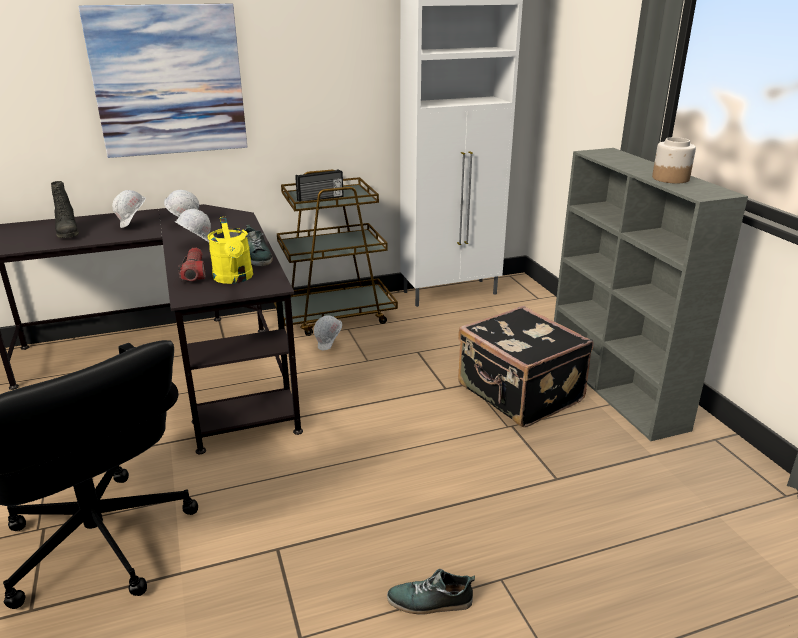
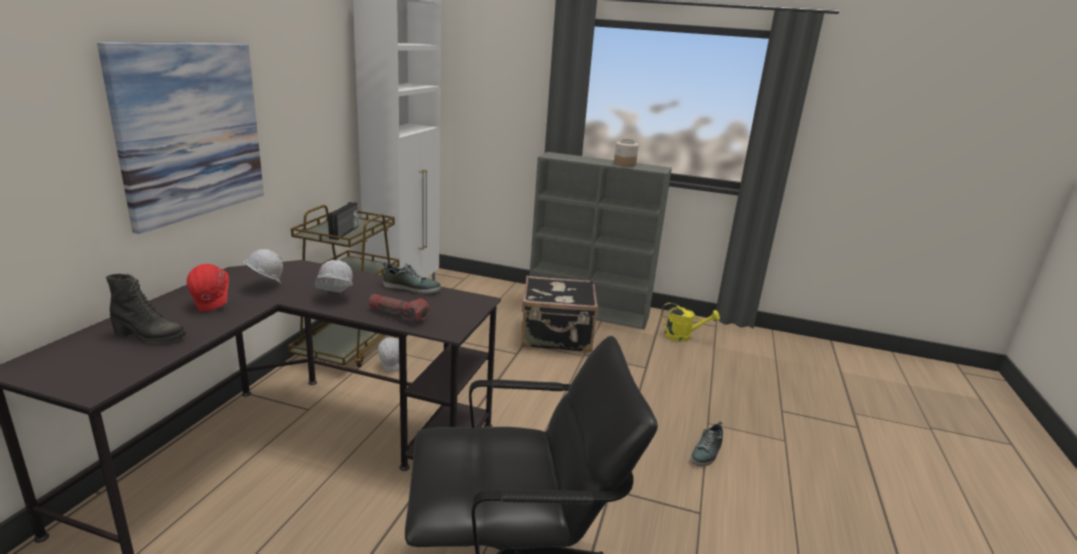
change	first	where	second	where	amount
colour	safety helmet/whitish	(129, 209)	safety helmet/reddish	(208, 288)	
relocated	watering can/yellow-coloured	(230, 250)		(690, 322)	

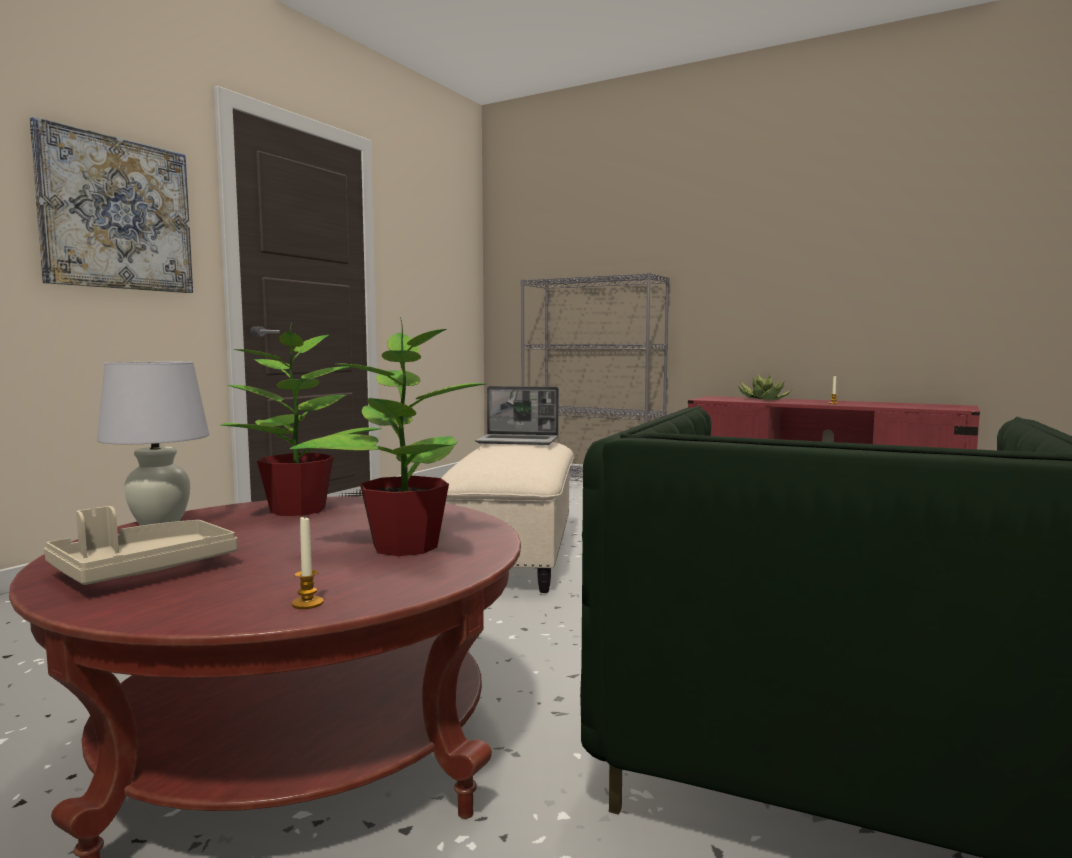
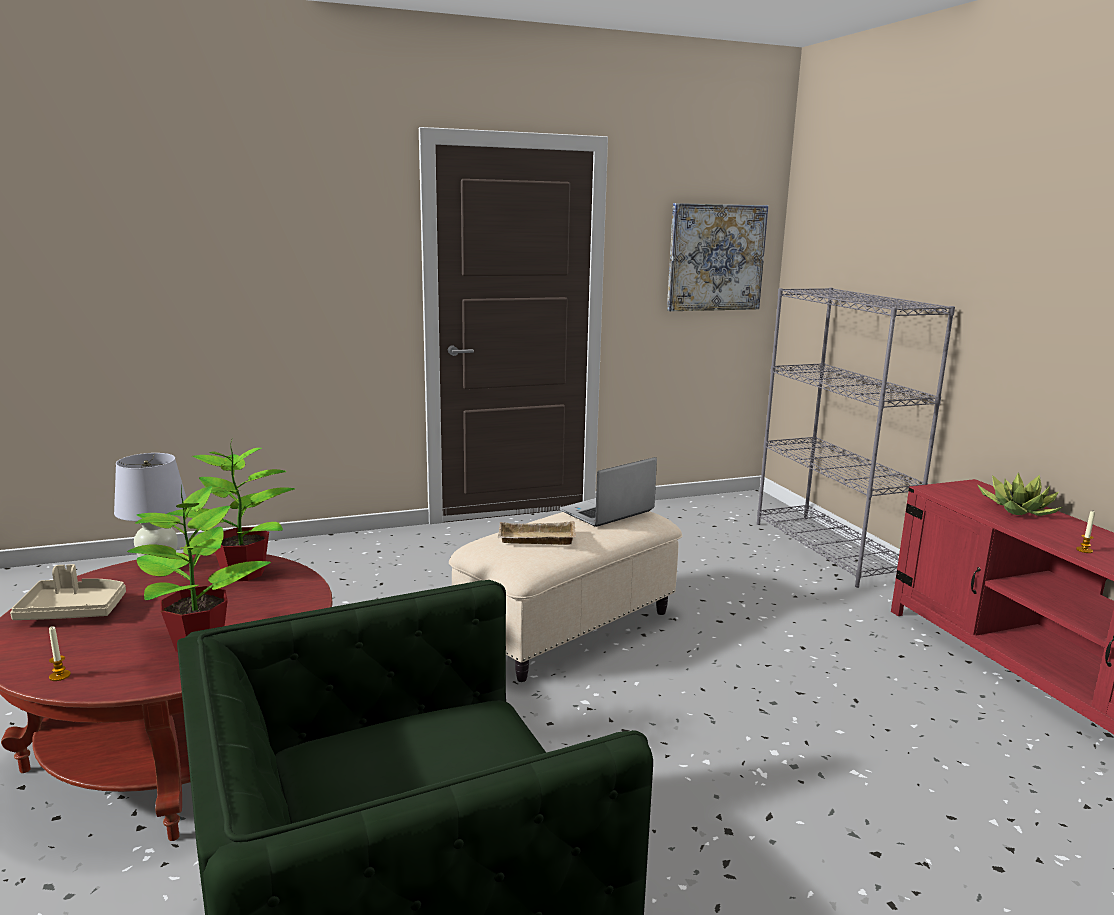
change	first	where	second	where	amount
relocated	wall picture	(111, 204)		(717, 257)	
spun	notebook computer	(517, 415)		(608, 492)	90 degrees clockwise
appeared			serving tray/beige-coloured	(537, 533)	

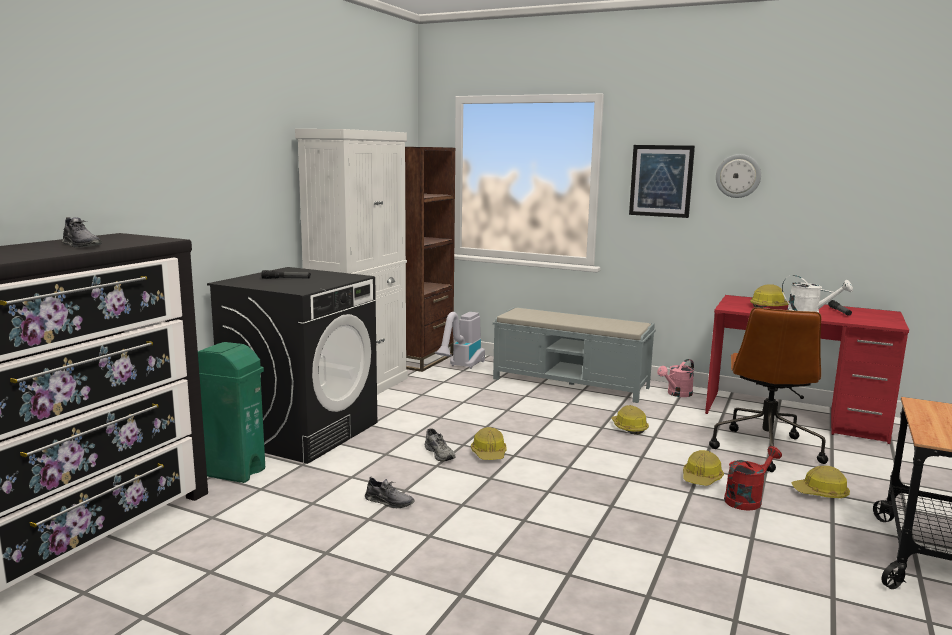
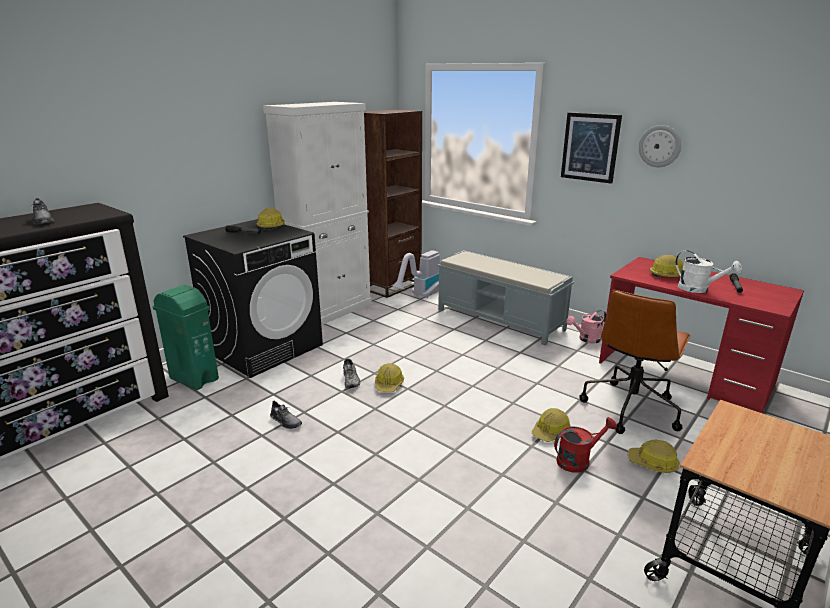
change	first	where	second	where	amount
relocated	safety helmet	(630, 419)		(271, 218)	

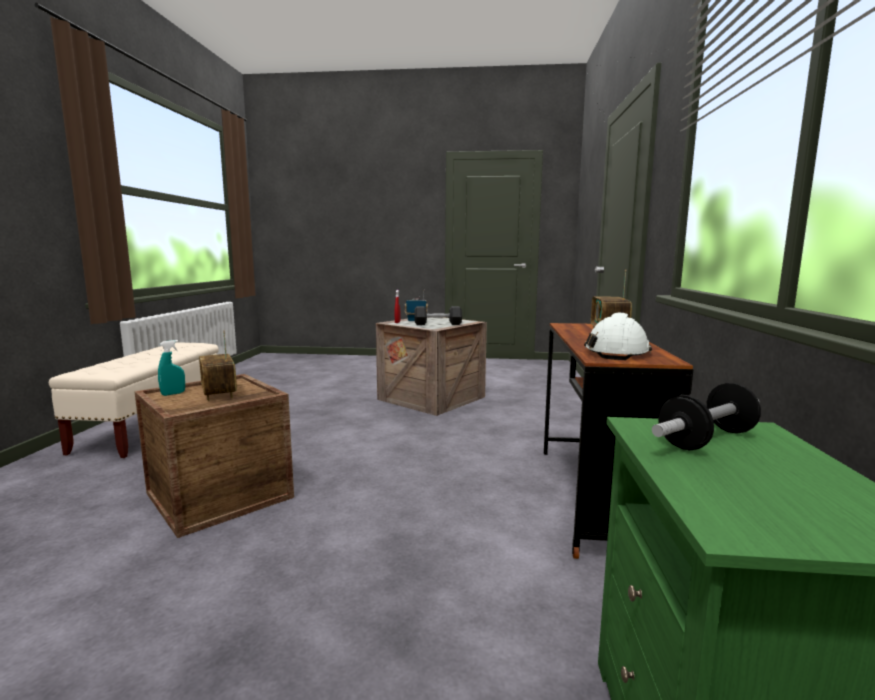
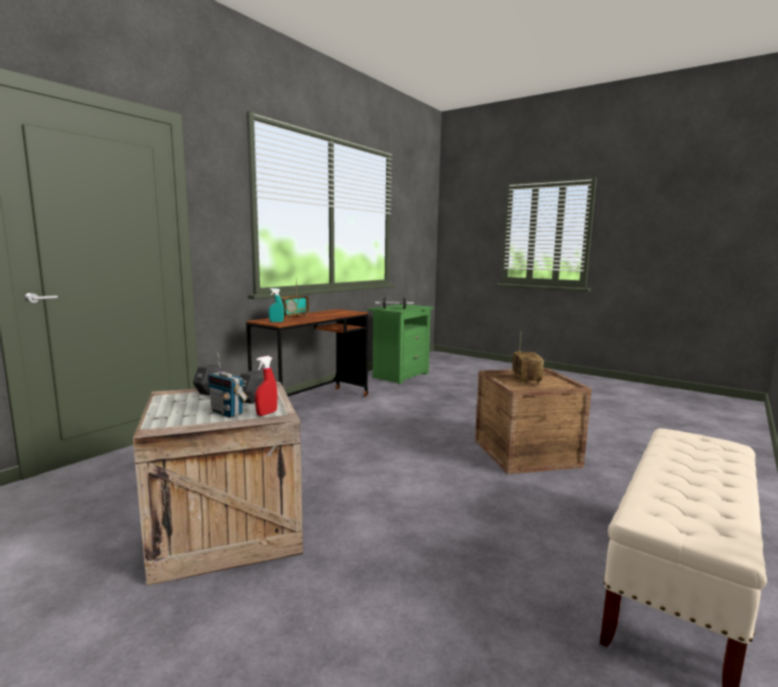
change	first	where	second	where	amount
missing	safety helmet/whitish	(618, 336)			
relocated	spray bottle/turquoise	(171, 368)		(276, 305)	

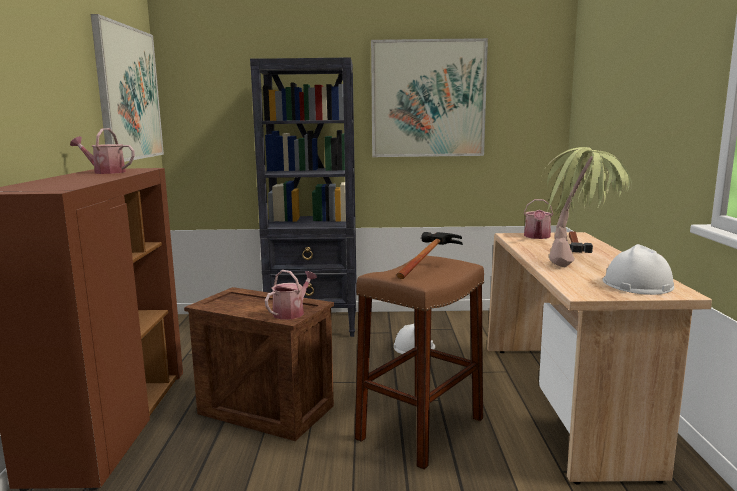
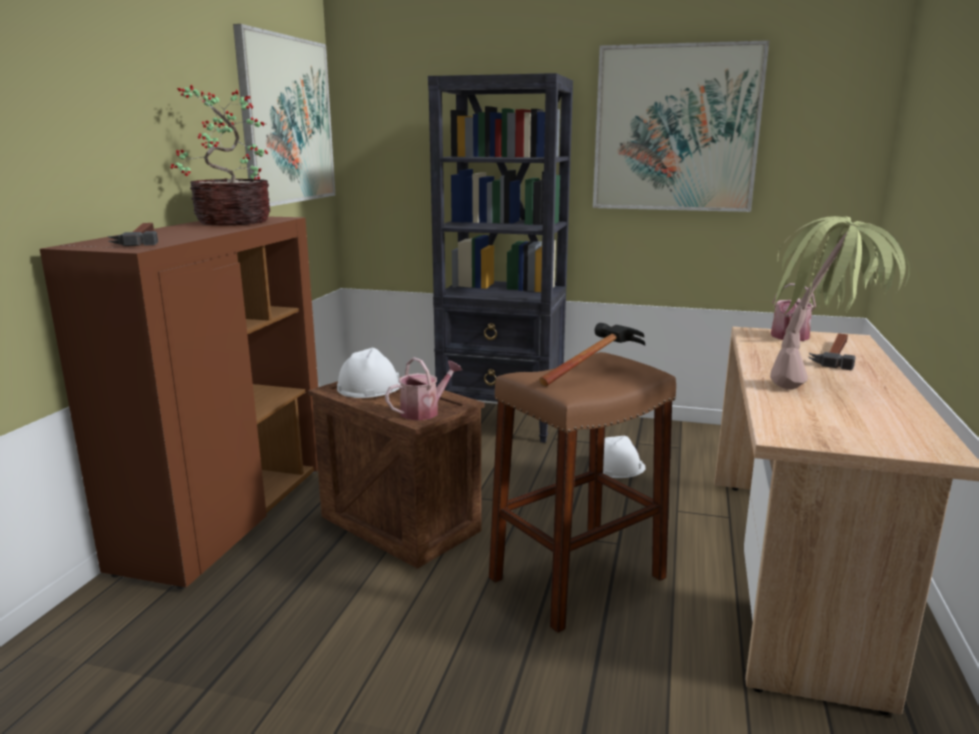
change	first	where	second	where	amount
exchanged	watering can	(102, 151)	plant in a pot	(220, 155)	
relocated	safety helmet/whitish	(638, 269)		(368, 373)	
appeared			hammer	(133, 234)	

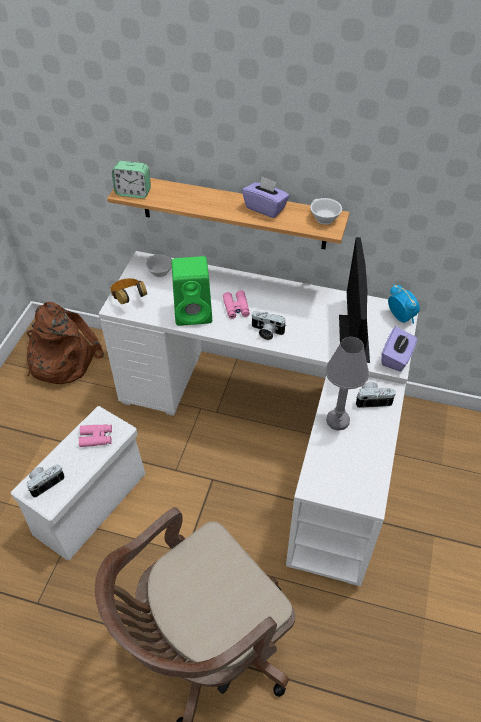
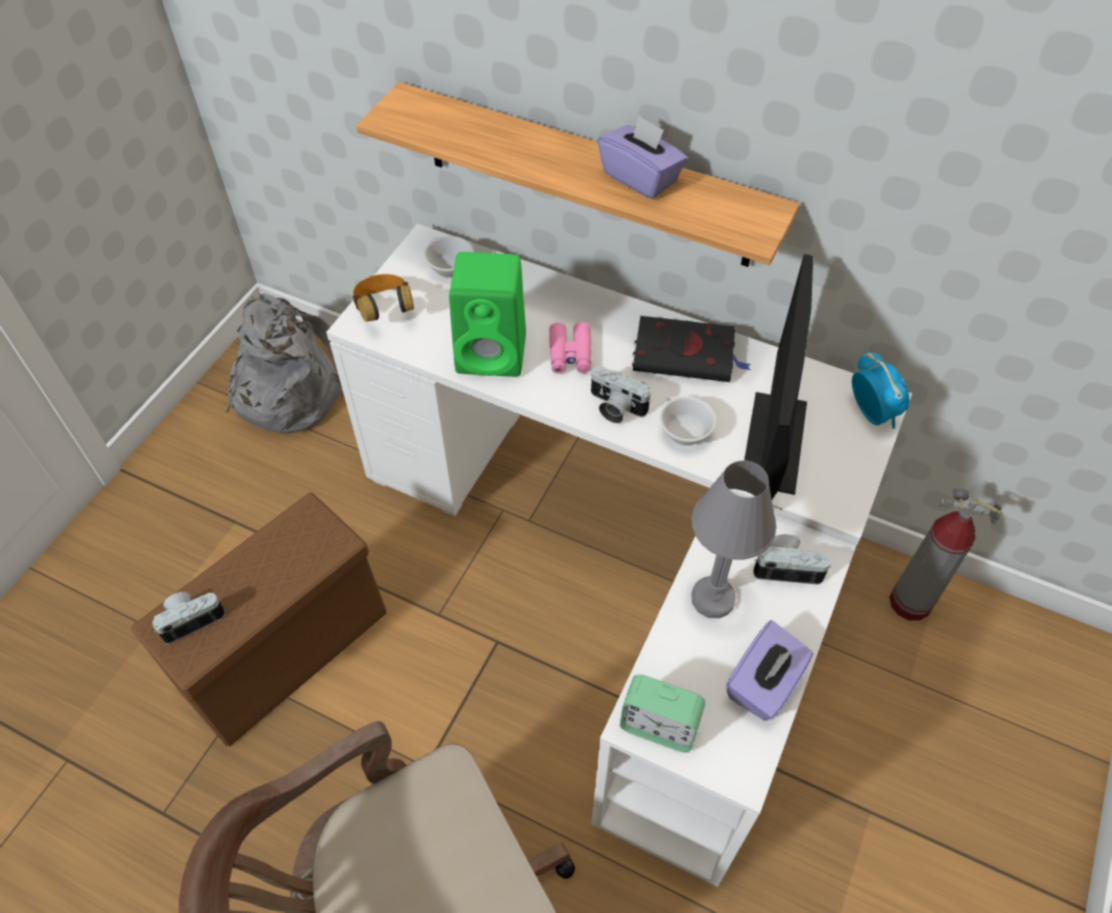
change	first	where	second	where	amount
relocated	table clock	(131, 180)		(663, 713)	
relocated	cup/whitish	(326, 211)		(688, 420)	
colour	knapsack/brown-coloured	(65, 343)	knapsack/greyish	(284, 363)	
relocated	tissue holder/purple	(399, 349)		(769, 670)	
colour	storage box/whitish	(78, 483)	storage box/brown-coloured	(259, 619)	
missing	binoculars/pinkish	(95, 435)			
appeared			volume/blackish	(691, 349)	
appeared			fire-fighting cylinder	(946, 554)	

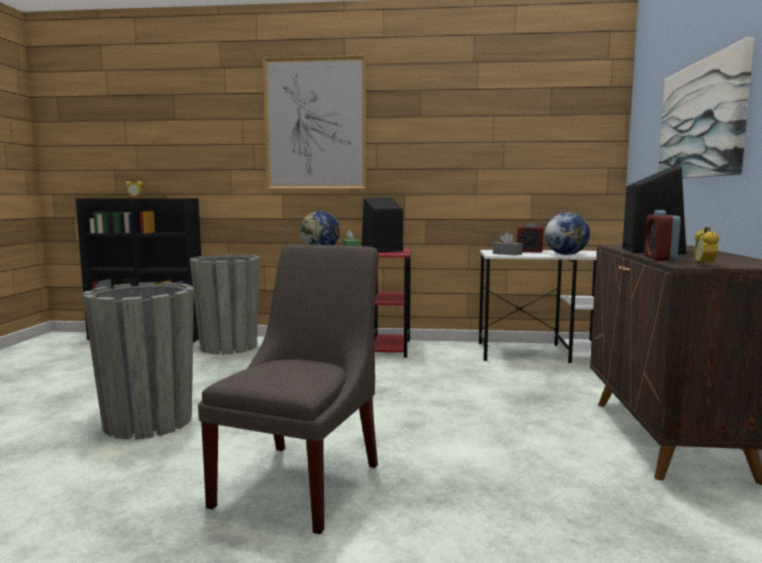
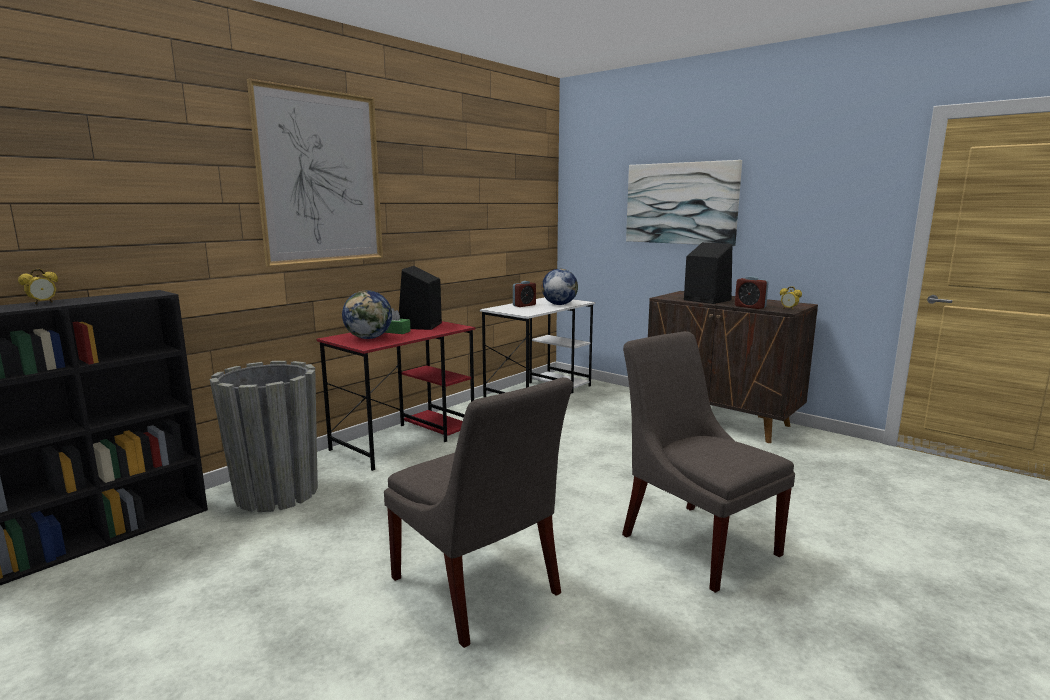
change	first	where	second	where	amount
missing	tissue holder/greyish	(507, 244)			
exchanged	planter/greyish	(138, 361)	chair/greyish	(478, 512)	

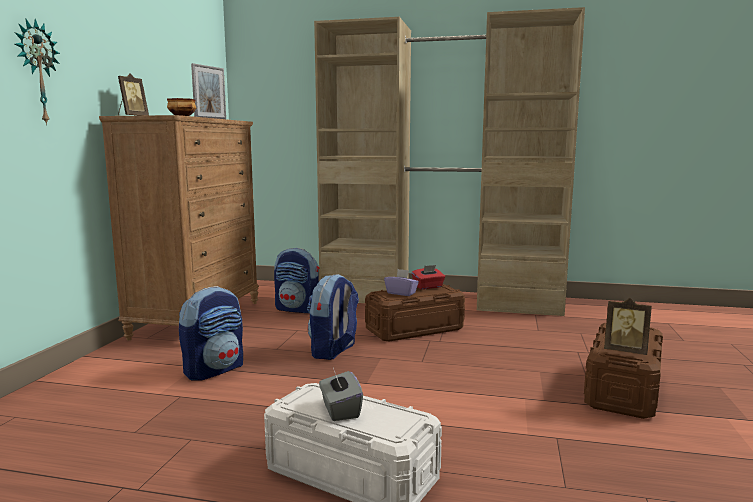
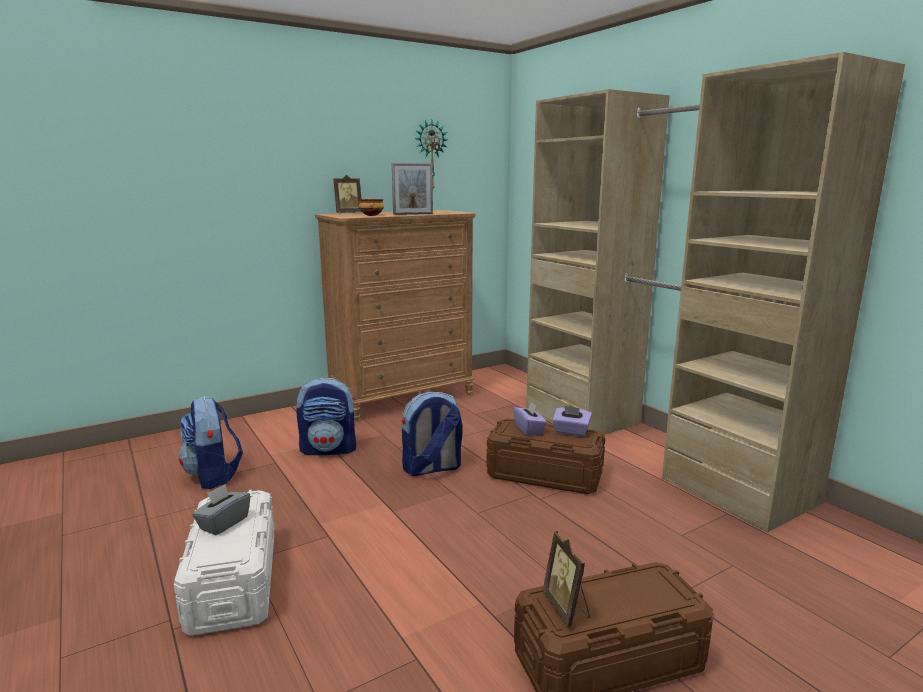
change	first	where	second	where	amount
relocated	clock on the wall	(37, 71)		(431, 154)	
relocated	knapsack	(296, 281)		(211, 442)	
colour	tissue holder/reddish	(428, 277)	tissue holder/purple	(572, 421)	

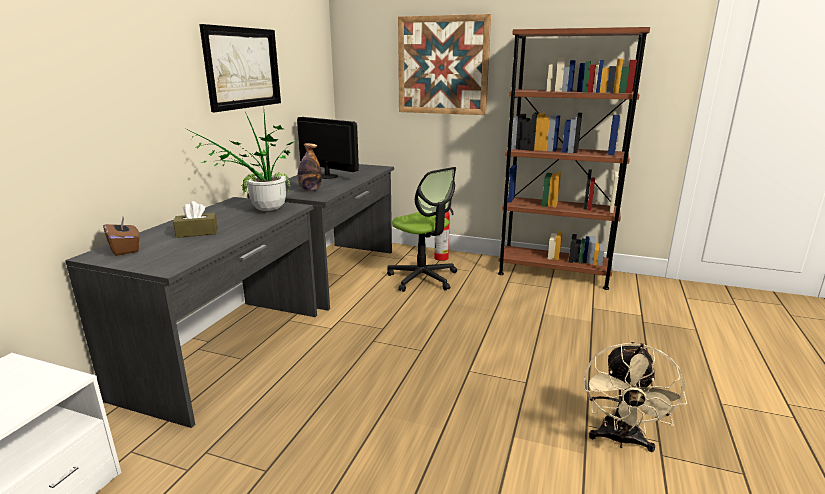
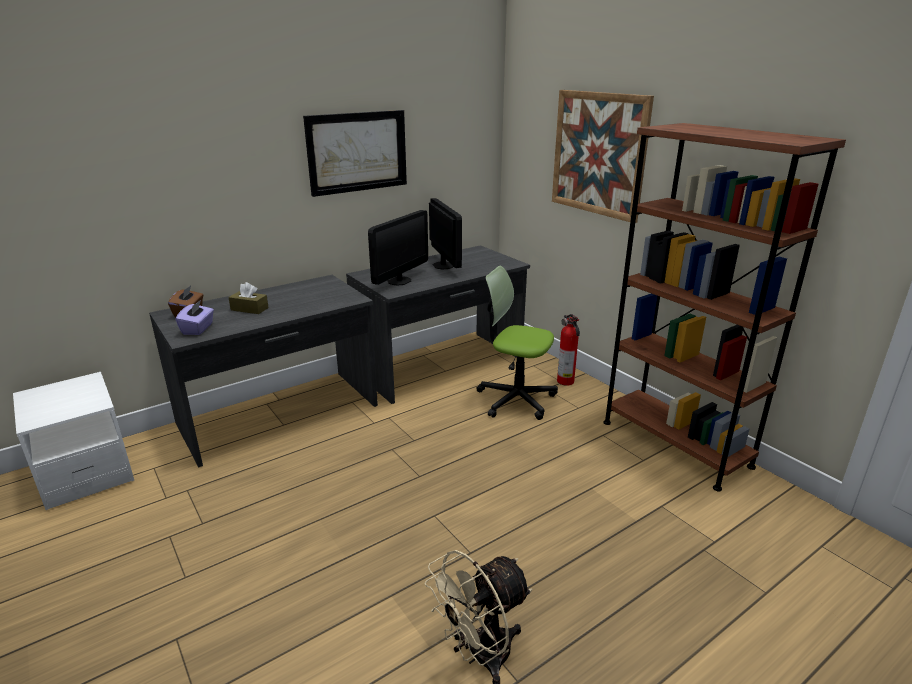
change	first	where	second	where	amount
missing	plant in a pot	(245, 156)			
exchanged	drink bottle	(309, 167)	monitor	(398, 248)	
spun	office chair	(422, 229)		(517, 343)	120 degrees clockwise
appeared			tissue holder/purple	(194, 317)	

